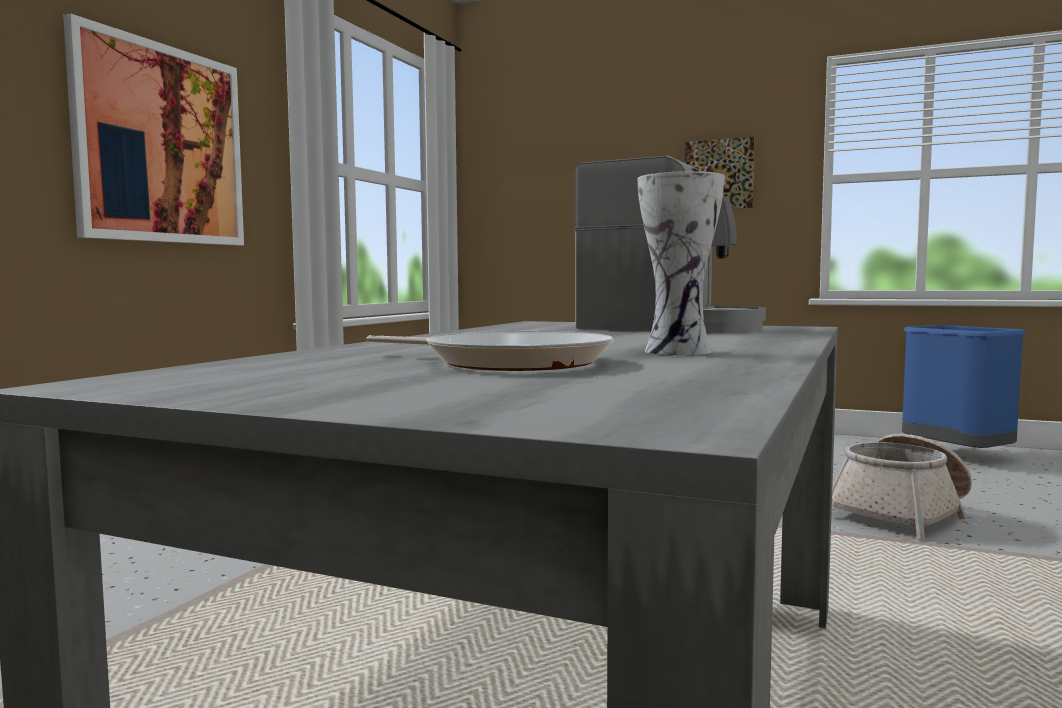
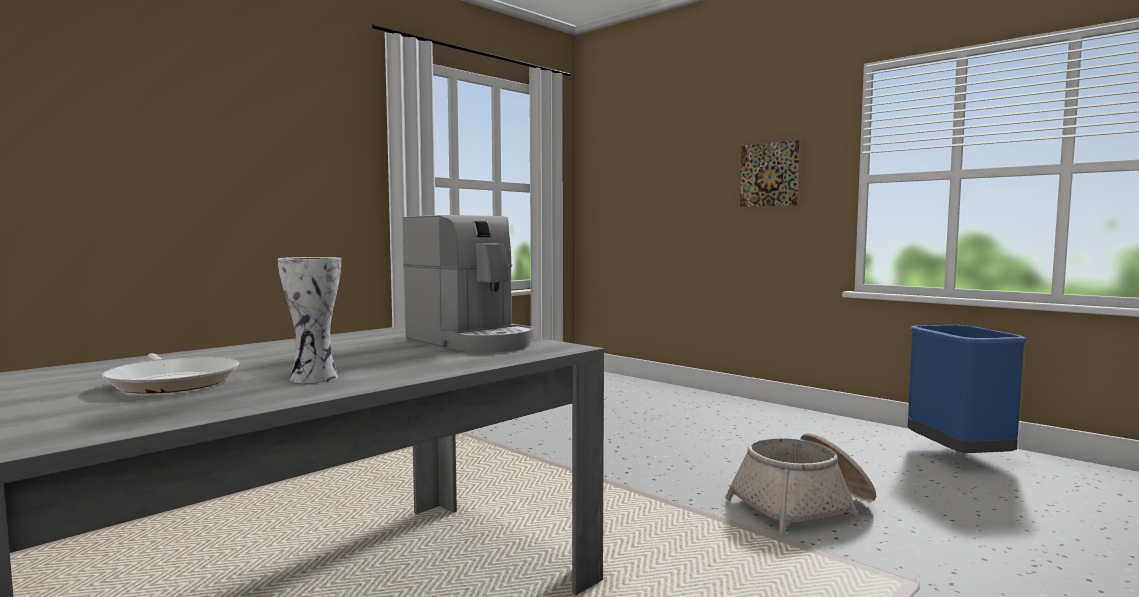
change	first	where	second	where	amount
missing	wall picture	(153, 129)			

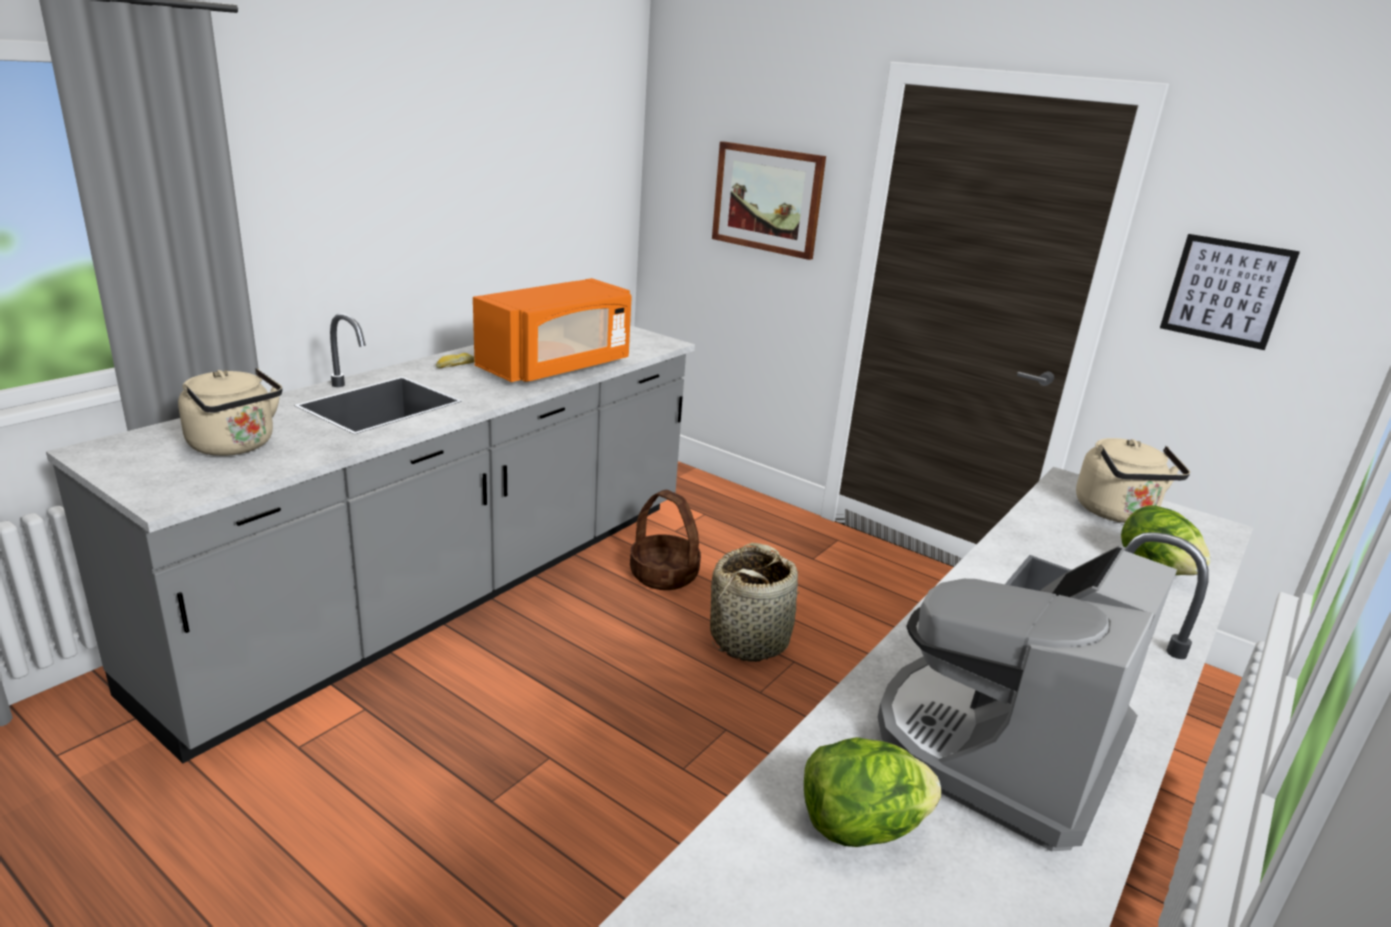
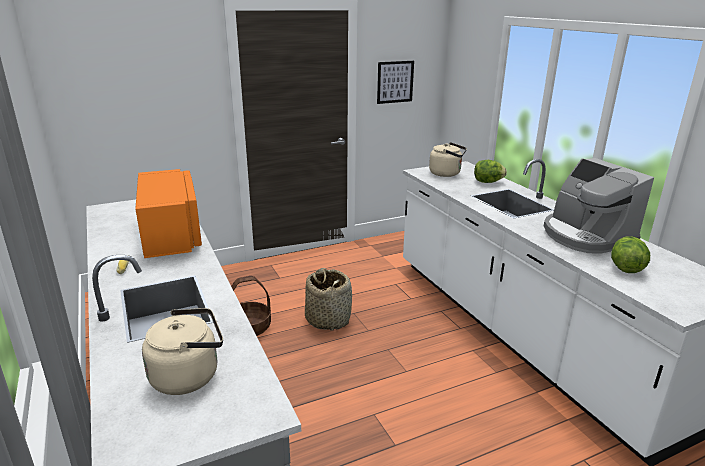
change	first	where	second	where	amount
missing	wall picture	(769, 200)			

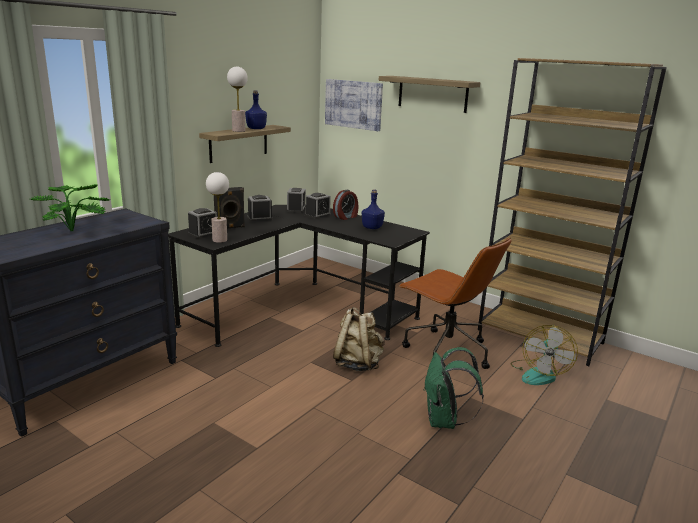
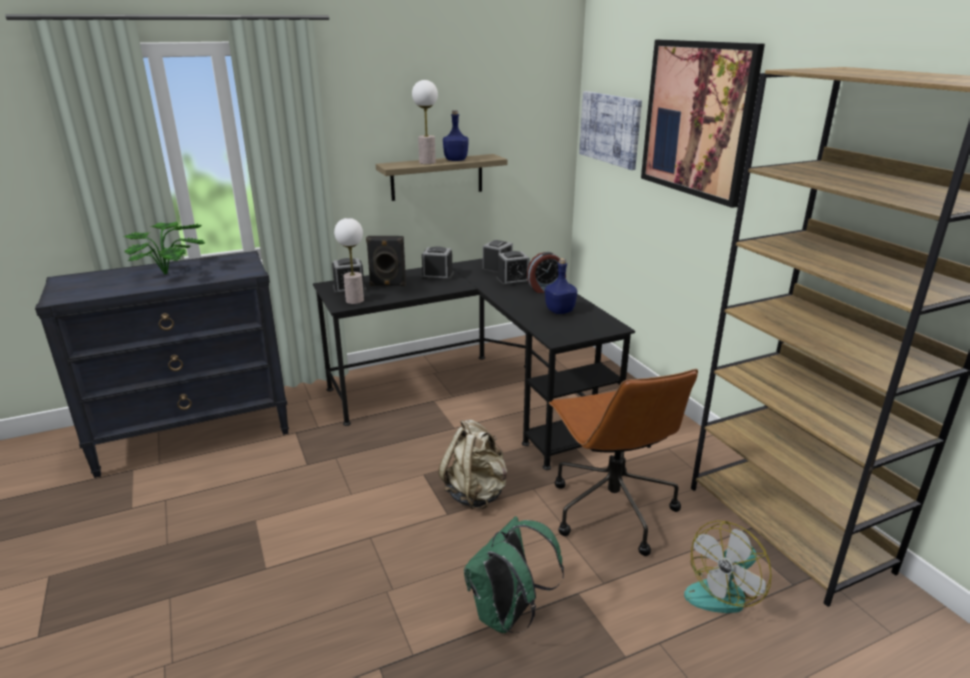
change	first	where	second	where	amount
exchanged	shelf	(429, 94)	wall picture	(703, 124)	

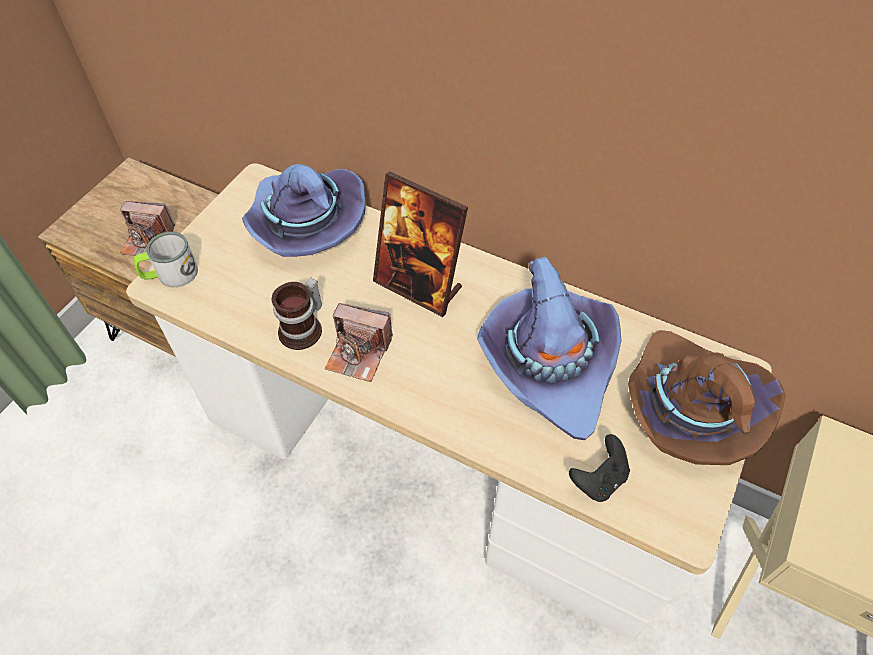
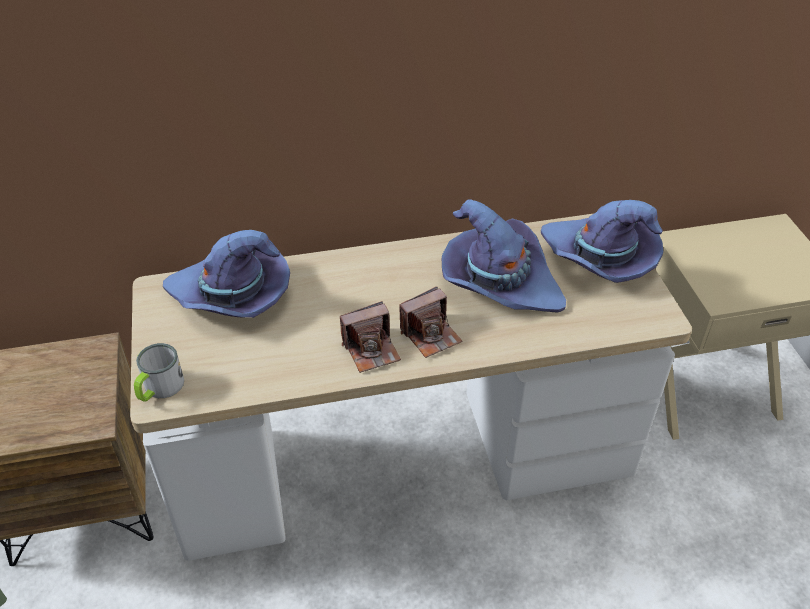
change	first	where	second	where	amount
missing	standing frame	(420, 244)			
relocated	photo camera	(147, 228)		(430, 322)	
missing	mug	(297, 313)			
colour	clothing hat/brown-coloured	(707, 397)	clothing hat/purple	(602, 241)	
missing	gamepad/blackish	(599, 468)			

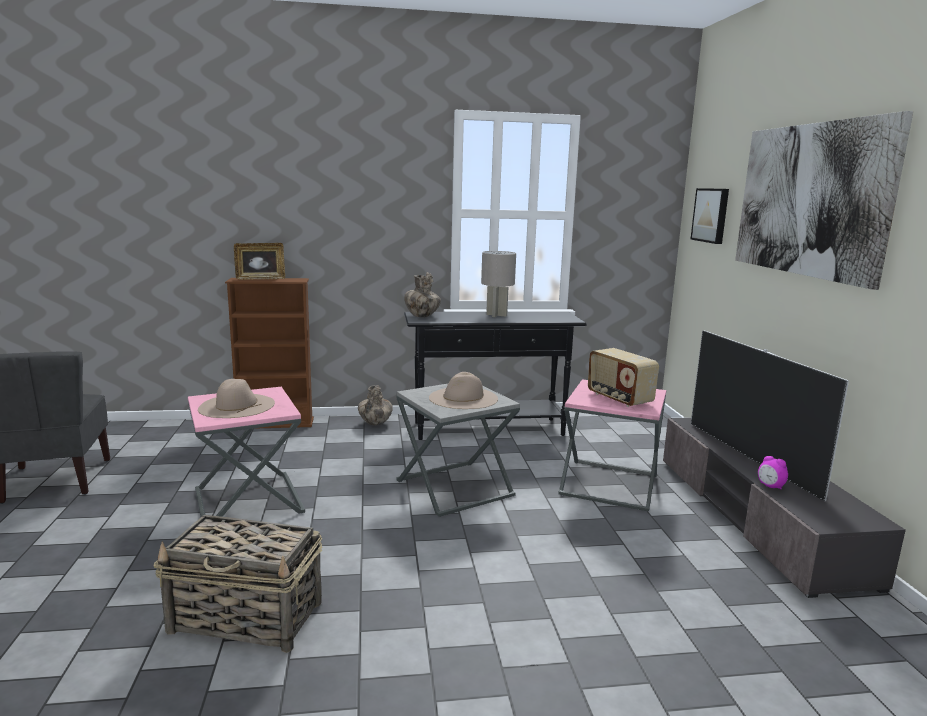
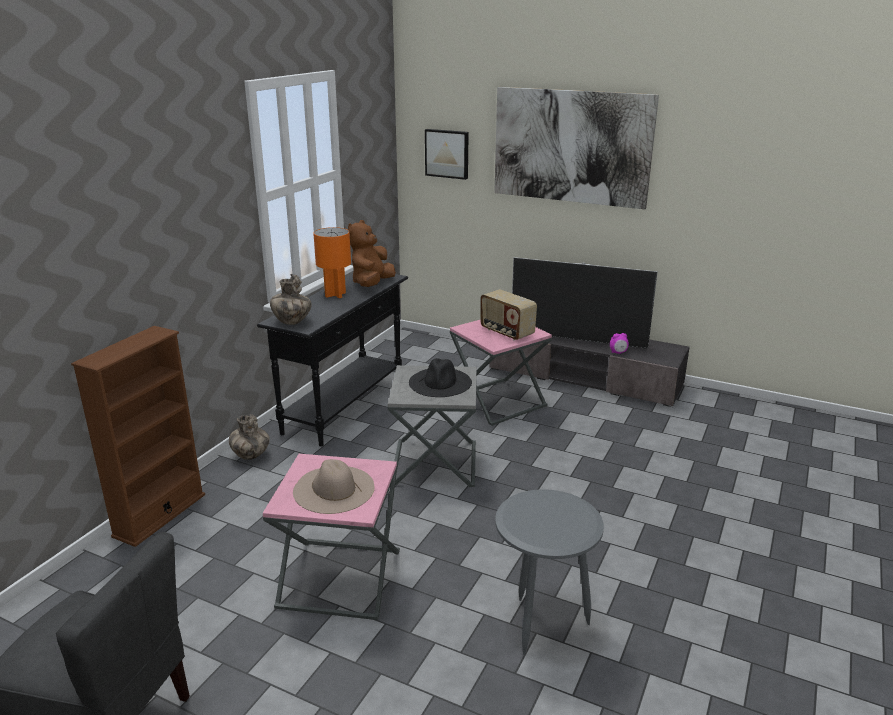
change	first	where	second	where	amount
missing	standing frame	(259, 261)			
colour	tabletop lamp/greyish	(498, 284)	tabletop lamp/orange-coloured	(332, 262)	
spun	radio	(623, 377)		(509, 315)	45 degrees clockwise
colour	clothing hat/beige-coloured	(463, 390)	clothing hat/blackish	(440, 377)	
exchanged	storage basket	(238, 584)	end table/greyish	(549, 572)	
appeared			plush toy/brown-coloured	(372, 253)	

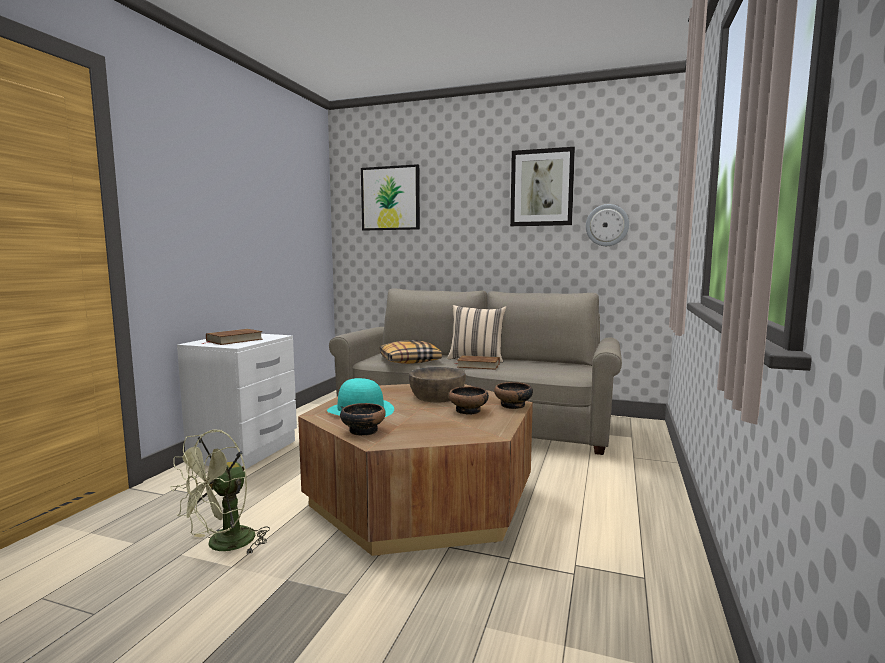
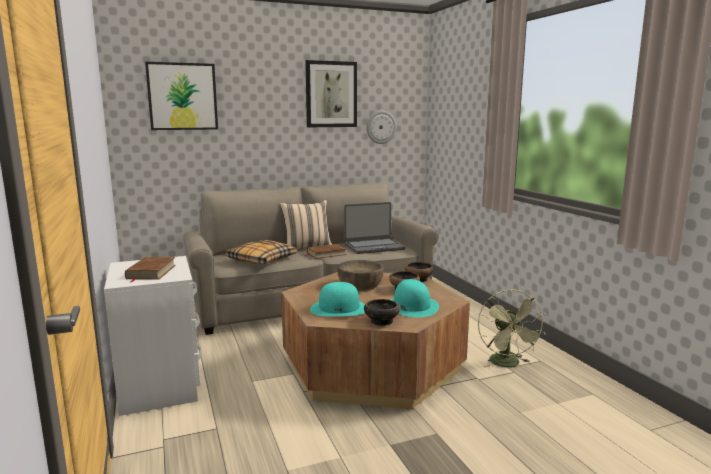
change	first	where	second	where	amount
relocated	electric fan/greenish	(220, 491)		(512, 328)	
appeared			notebook computer	(374, 228)	
appeared			clothing hat/turquoise	(414, 298)	

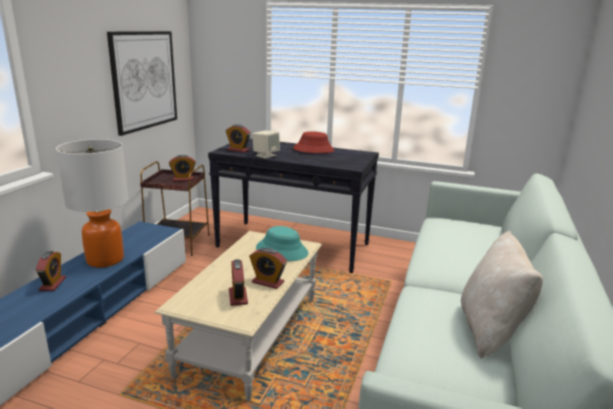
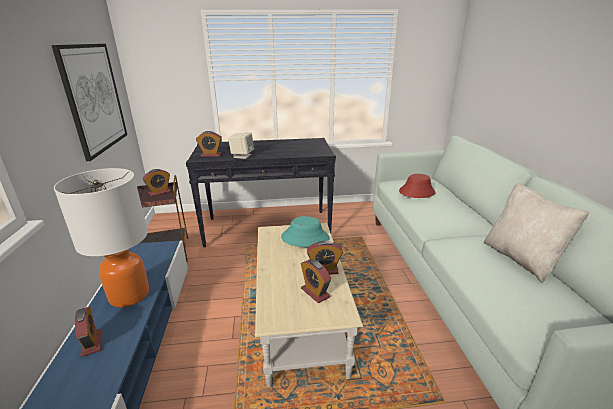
change	first	where	second	where	amount
relocated	clothing hat/reddish	(313, 142)		(417, 186)	

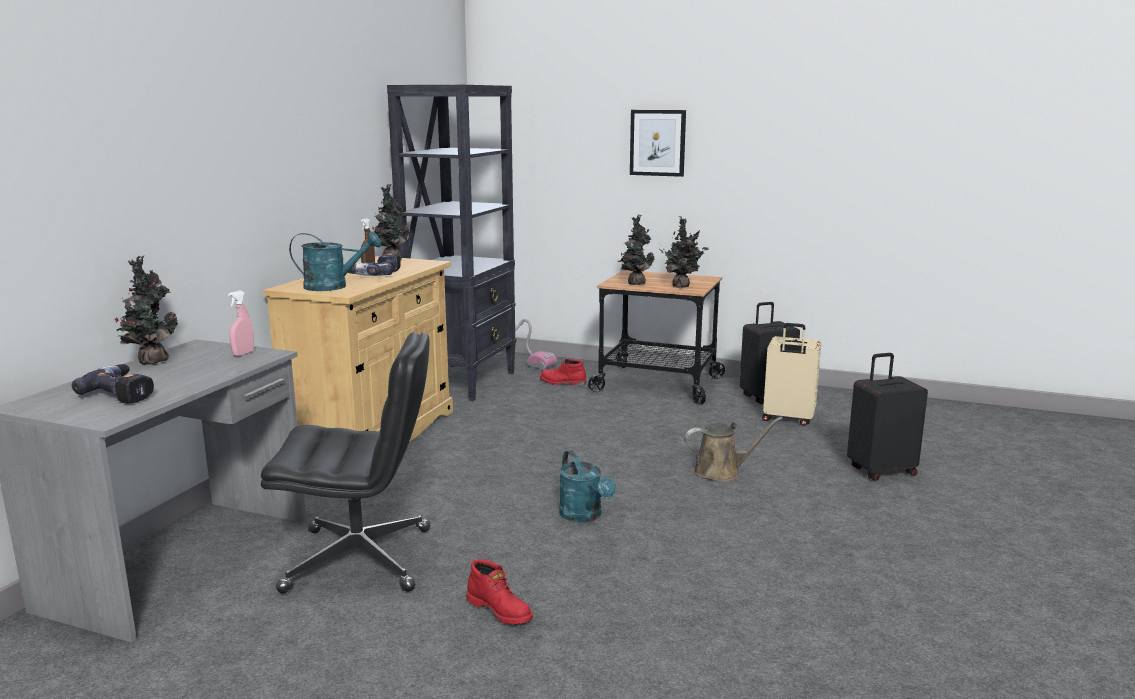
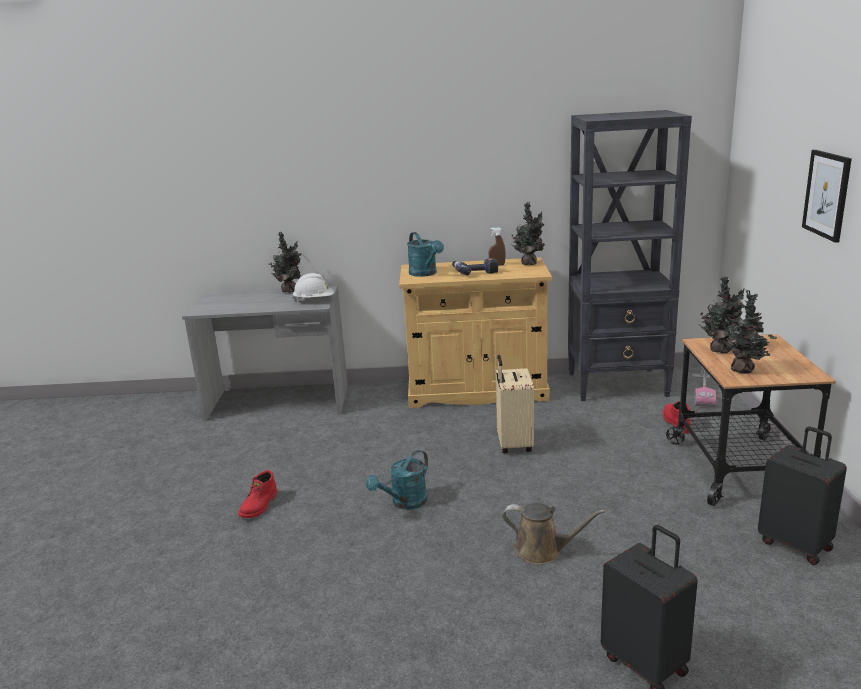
change	first	where	second	where	amount
exchanged	spray bottle/pinkish	(241, 323)	safety helmet/whitish	(313, 287)	
relocated	travel case/beige-coloured	(791, 374)		(515, 404)	
missing	office chair/blackish	(345, 463)			
missing	drill	(113, 384)			
spun	watering can/brown-coloured	(733, 449)		(554, 534)	45 degrees counterclockwise

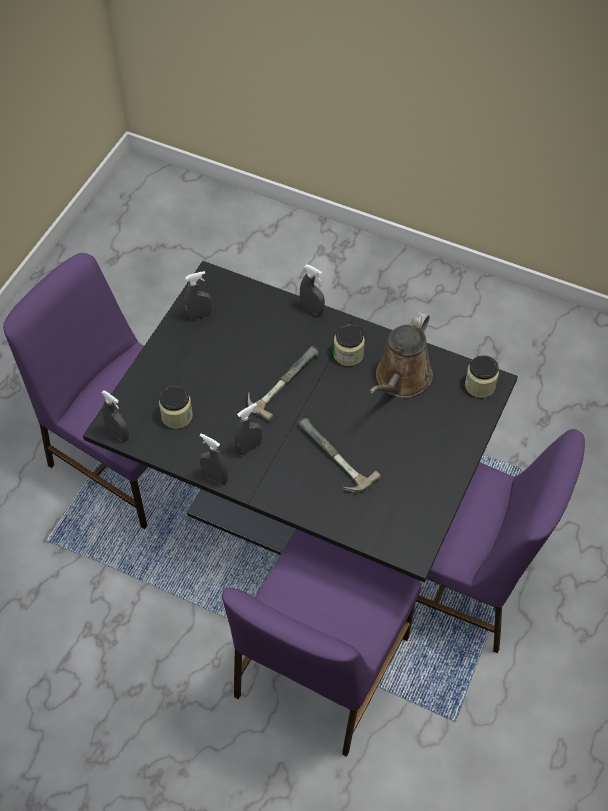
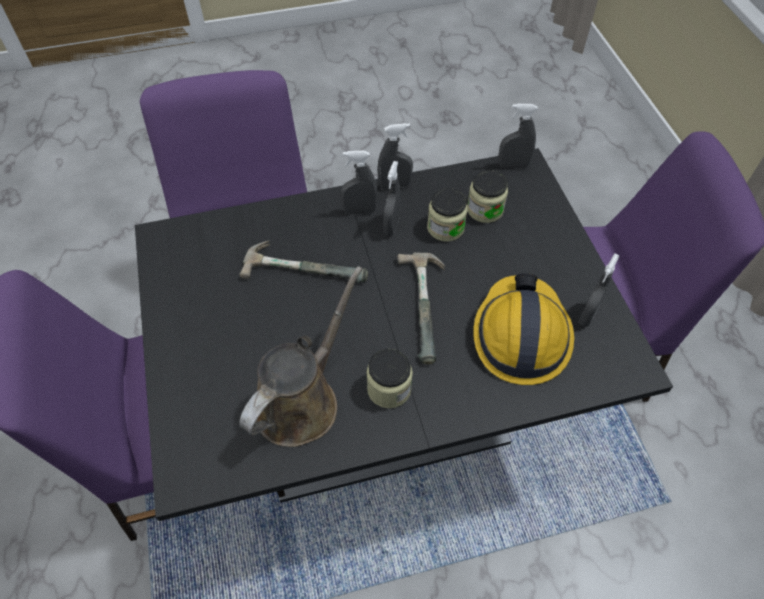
change	first	where	second	where	amount
relocated	spray bottle/greyish	(312, 290)		(359, 183)	
spun	watering can/brown-coloured	(401, 355)		(301, 356)	45 degrees clockwise
relocated	jar	(482, 376)		(447, 215)	
appeared			safety helmet	(524, 329)	

